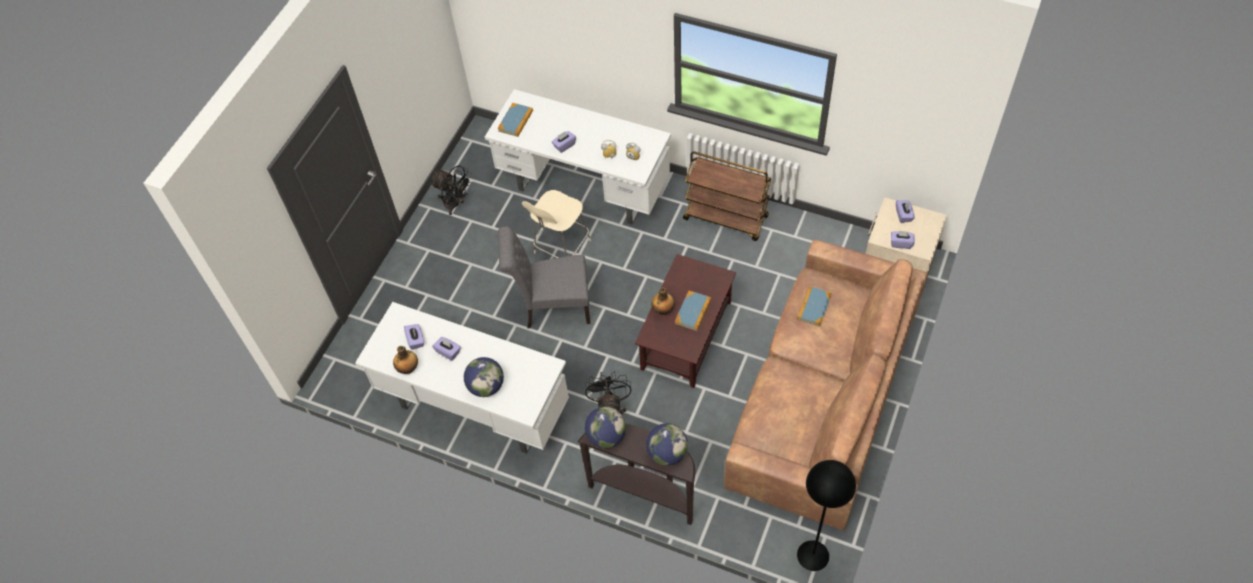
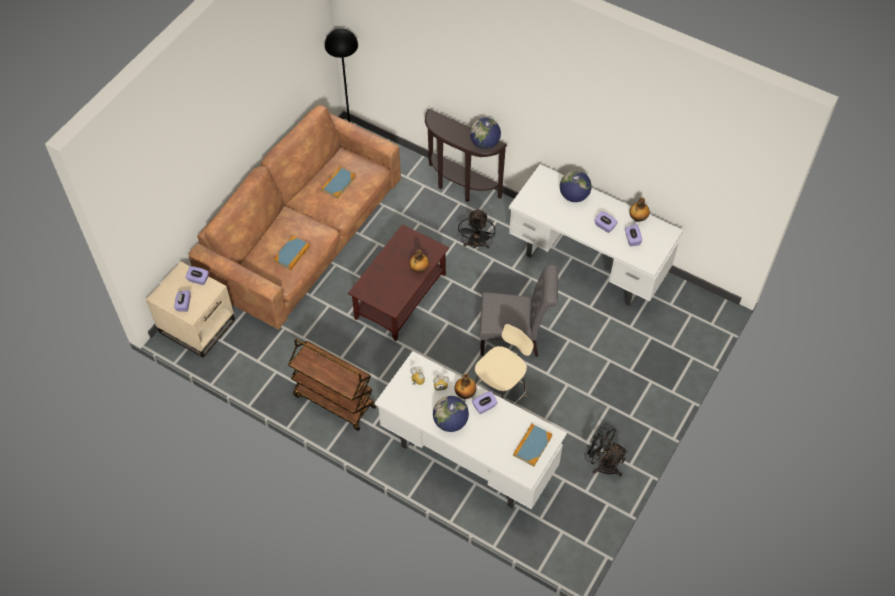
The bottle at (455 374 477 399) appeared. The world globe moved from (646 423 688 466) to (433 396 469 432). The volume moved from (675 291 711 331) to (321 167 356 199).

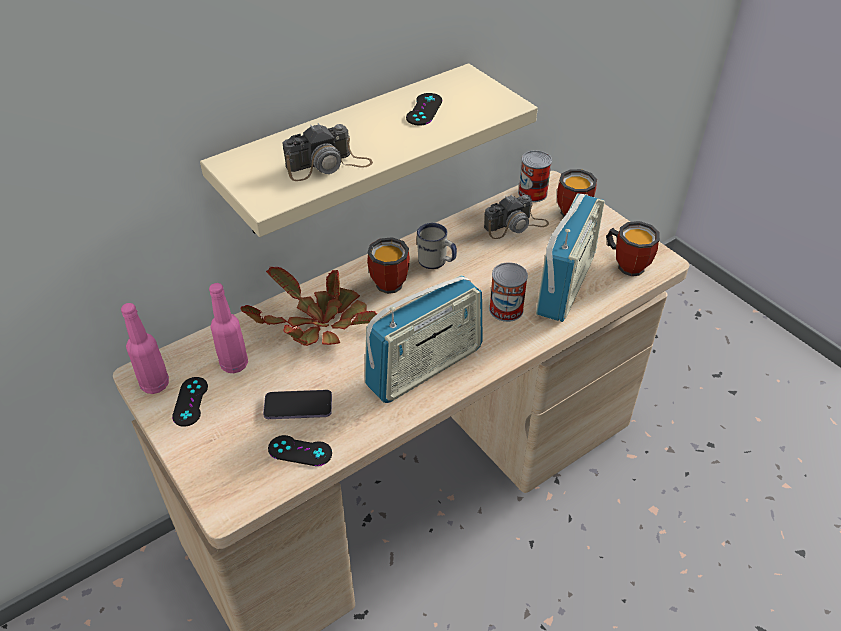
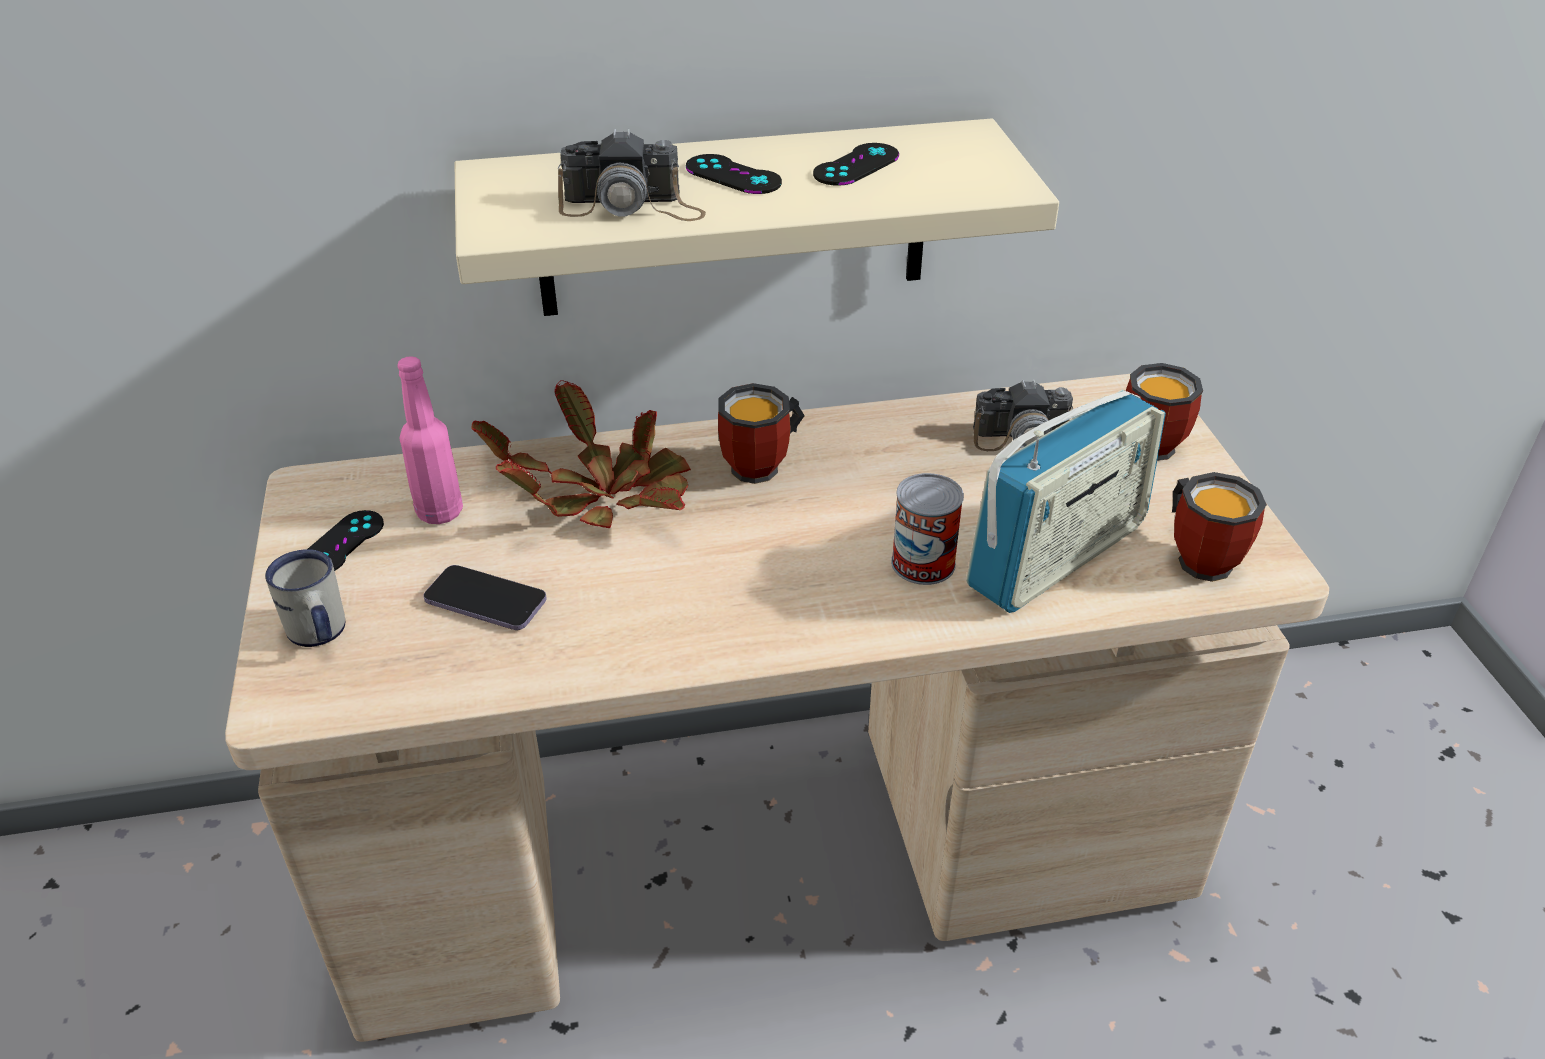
The pink bottle at (121 303 169 394) disappeared. The radio receiver at (365 275 483 403) disappeared. The metal can at (518 150 552 202) disappeared. The blackish gamepad moved from (268 435 332 466) to (686 154 782 194). The white-coloured mug moved from (417 223 457 269) to (265 549 345 647).

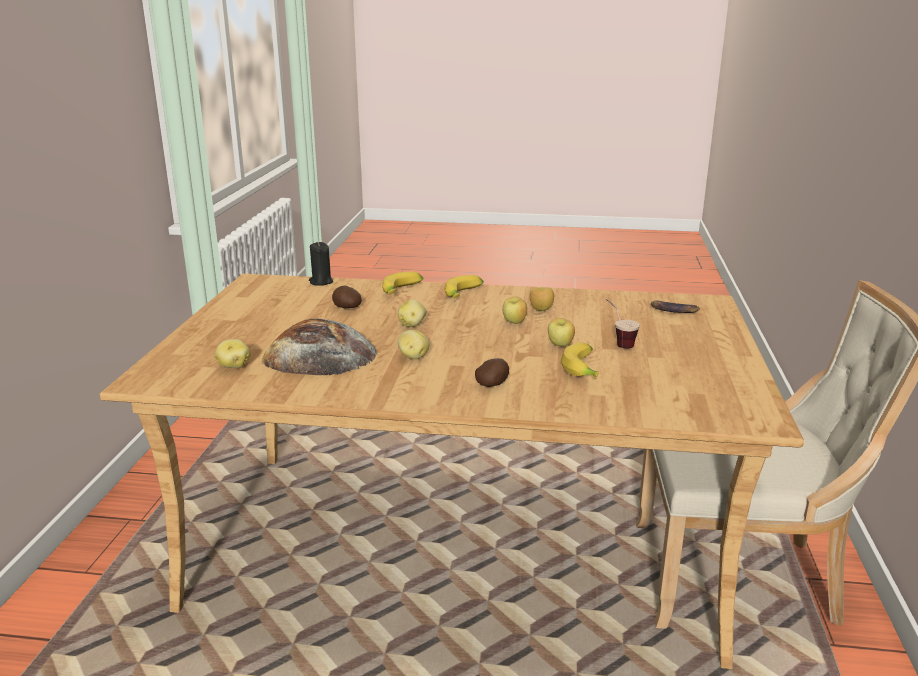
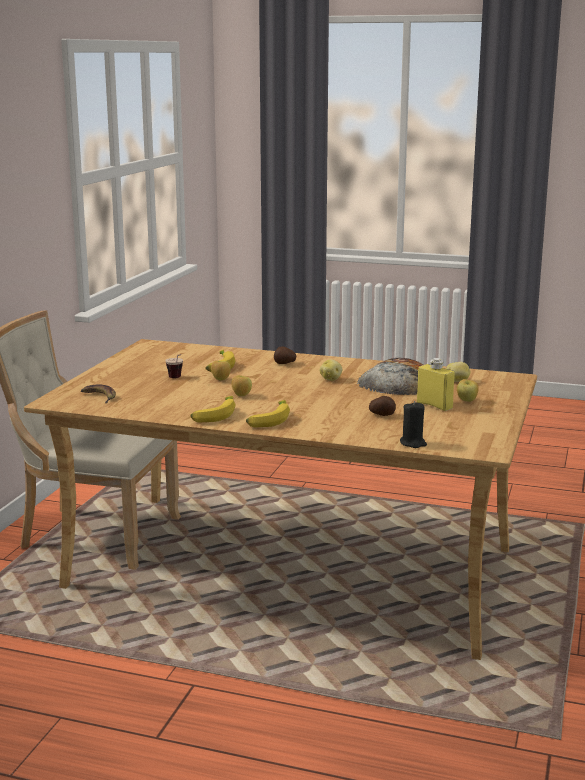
The whole potato at (398 300 426 327) disappeared. The yellow-coloured bottle at (417 358 455 411) appeared. The banana moved from (382 271 423 294) to (190 396 236 422). The apple moved from (530 287 554 311) to (457 379 479 402).

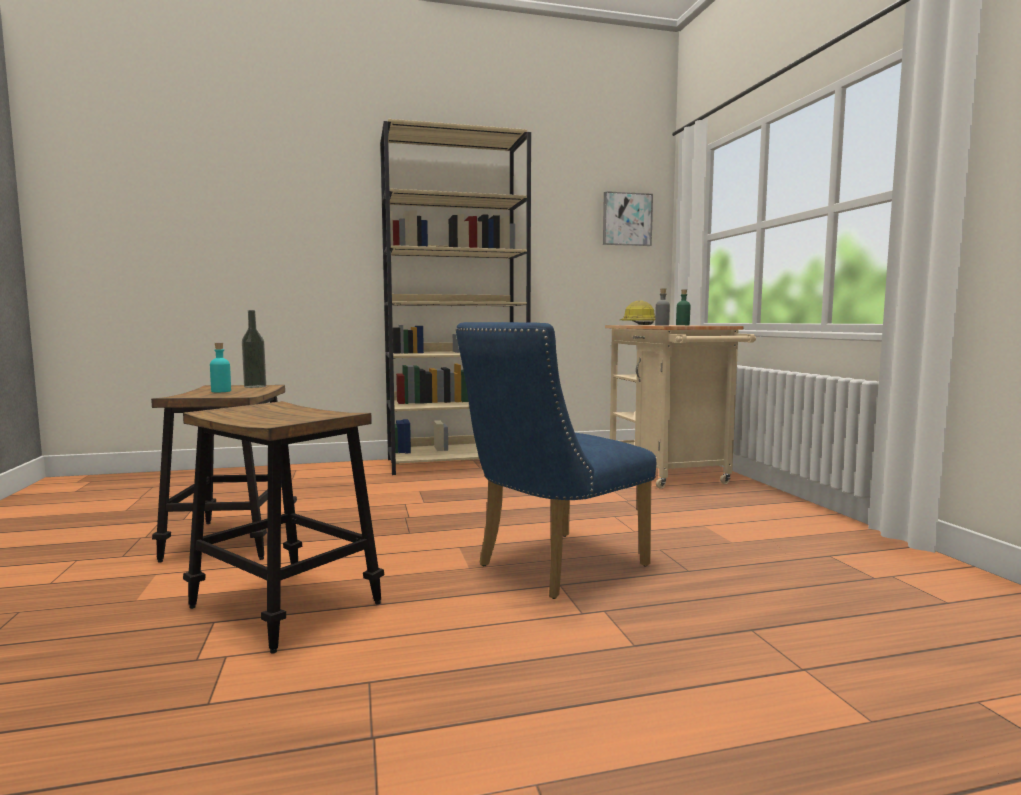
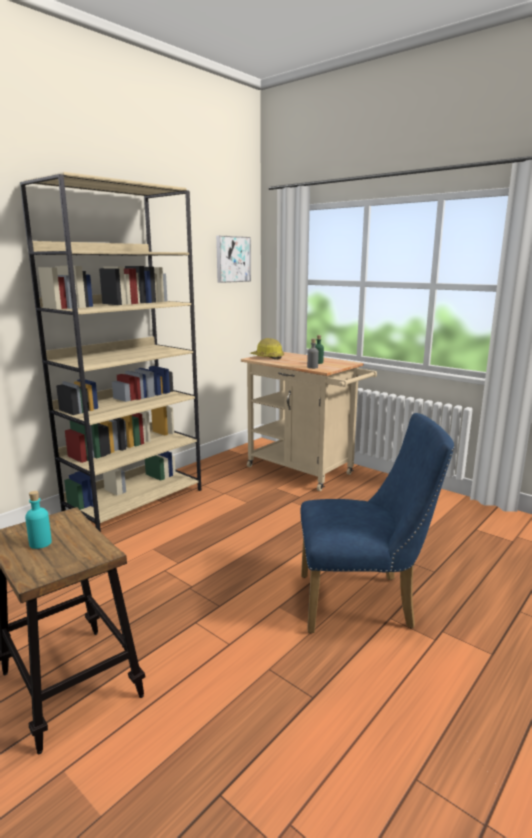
The stool seat at (183 401 384 654) disappeared. The bottle at (242 310 266 388) disappeared. The blue-coloured chair at (455 322 656 599) turned 105 degrees counterclockwise.

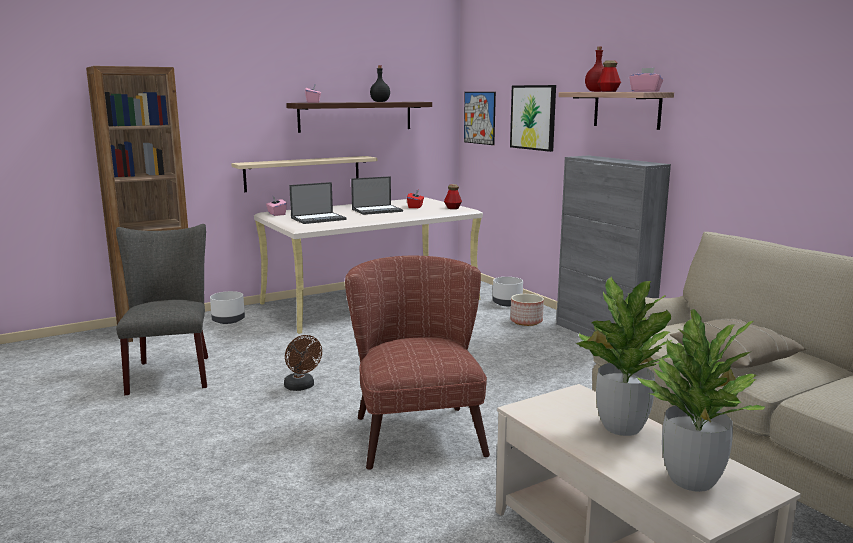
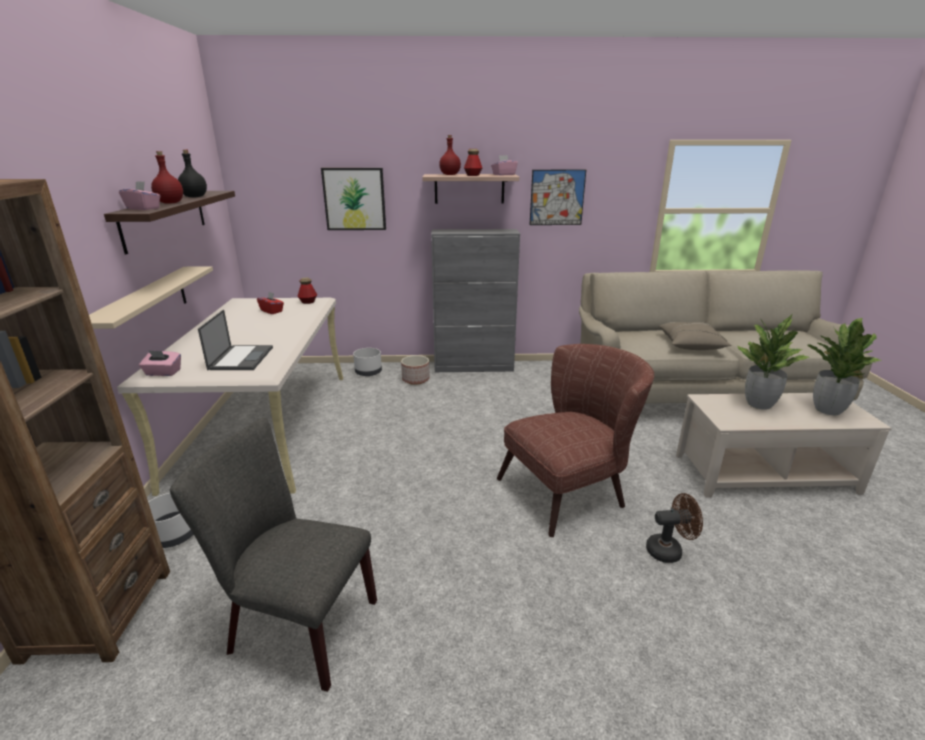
The portable computer at (351 176 403 215) disappeared. The red-coloured bottle at (151 151 183 204) appeared. The brown-coloured electric fan moved from (284 335 322 391) to (646 493 703 563). The picture moved from (464 92 496 145) to (529 170 586 225). The brown-coloured lounge chair at (345 256 490 470) turned 135 degrees clockwise.

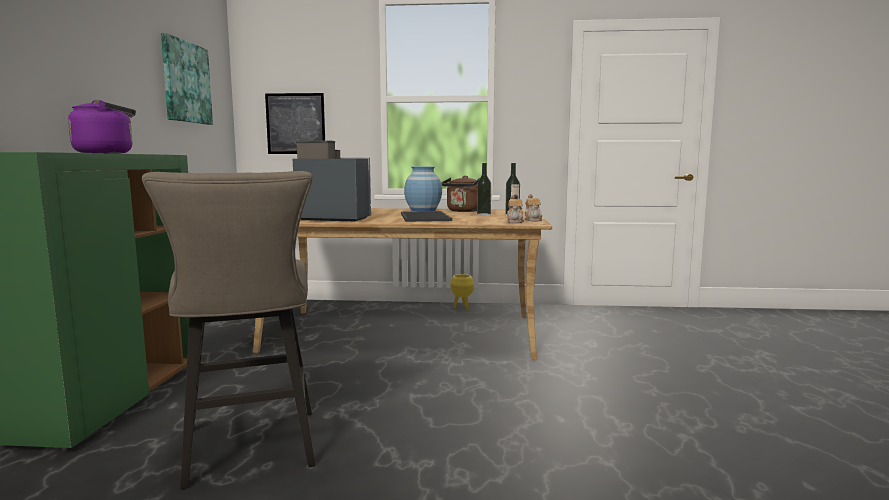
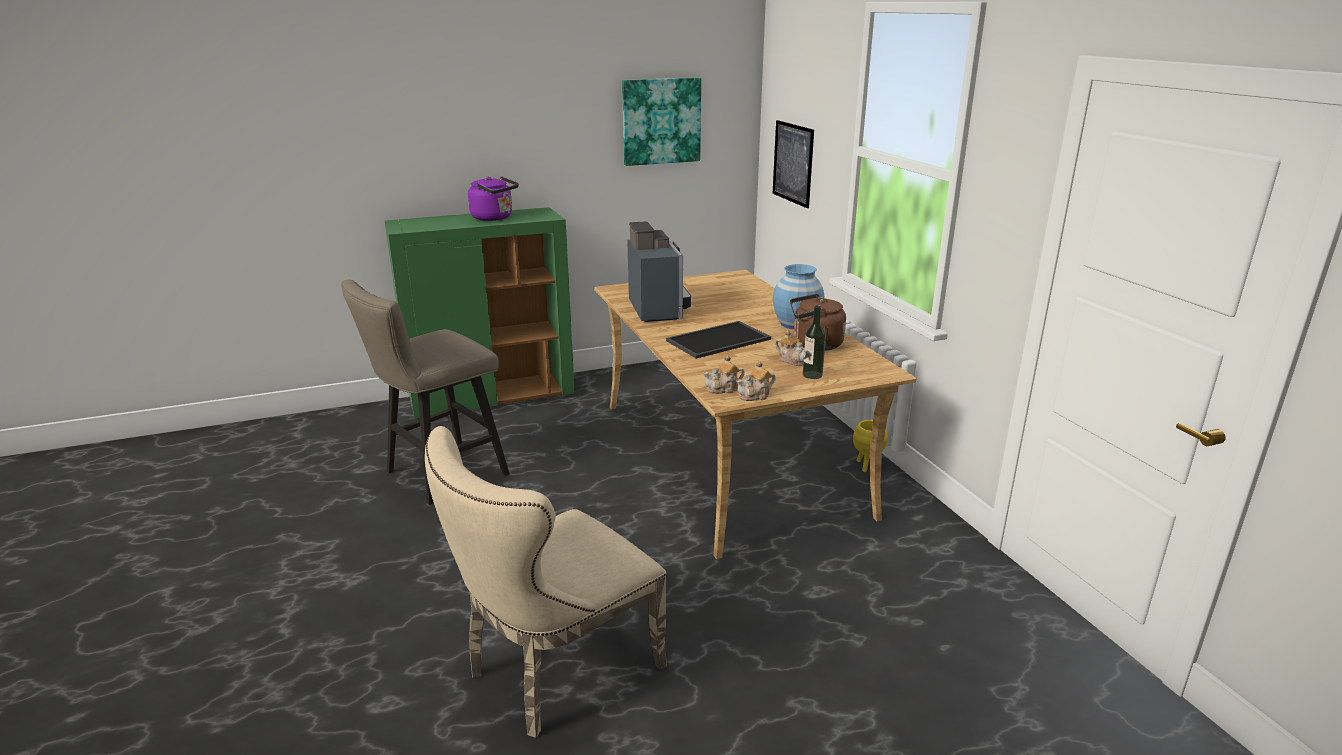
The beige chair at (425 426 667 738) appeared. The bottle at (477 163 491 215) was replaced by the pot for tea at (775 330 804 366).

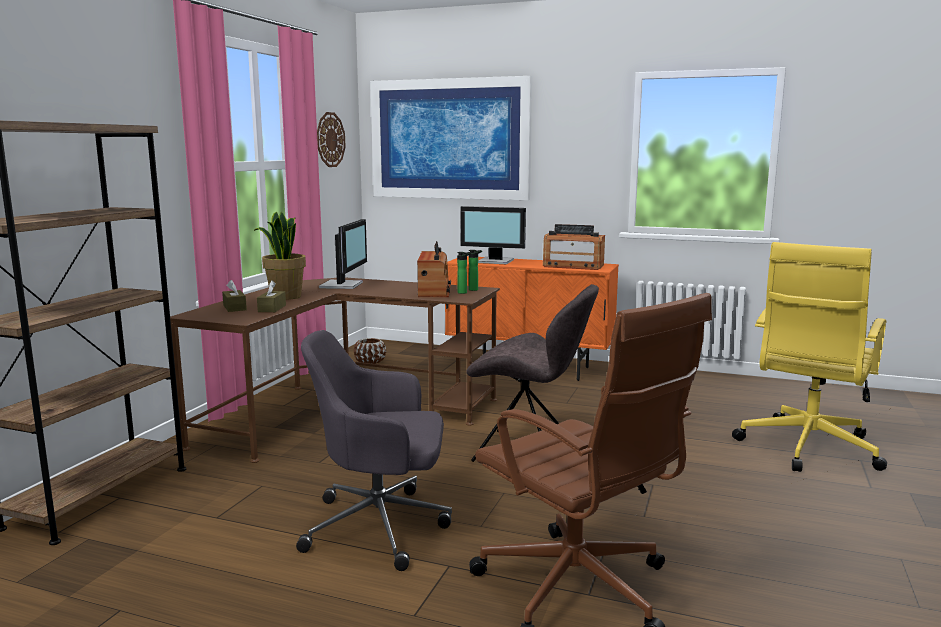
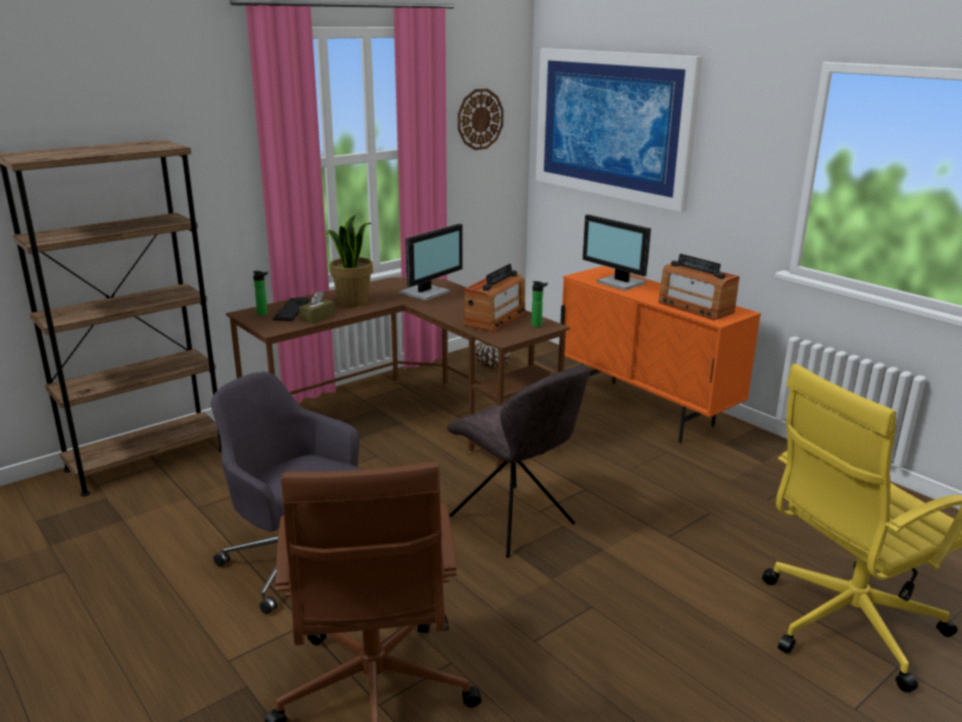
The bottle moved from (457 252 471 294) to (253 271 268 316). The brown-coloured tissue holder at (222 280 247 312) was replaced by the computer keyboard at (273 297 309 321).

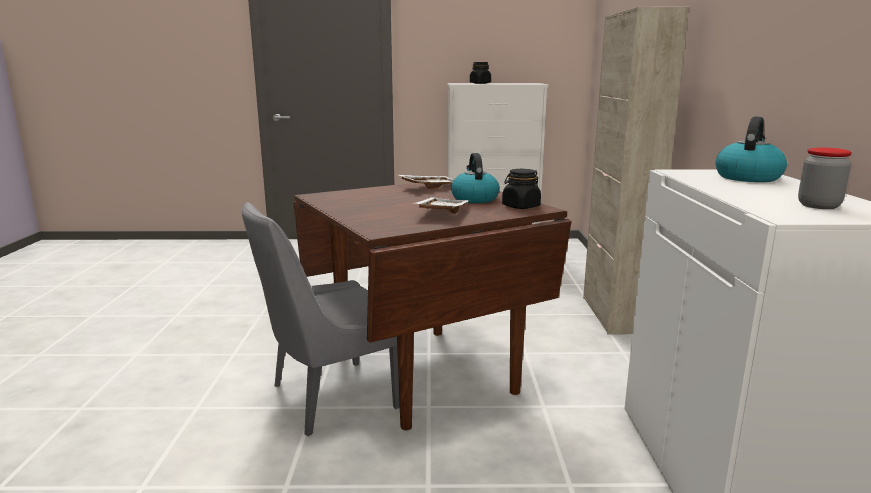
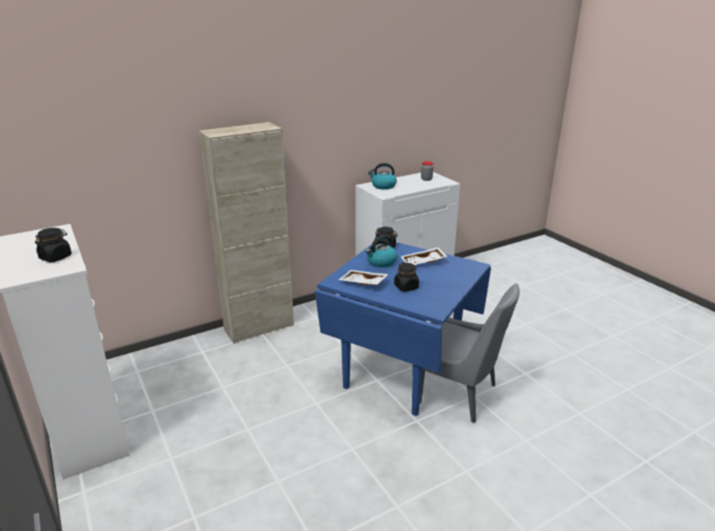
The blackish jar at (394 262 419 292) appeared. The brown-coloured dining table at (293 183 572 430) became the blue-coloured dining table at (315 242 491 416).

